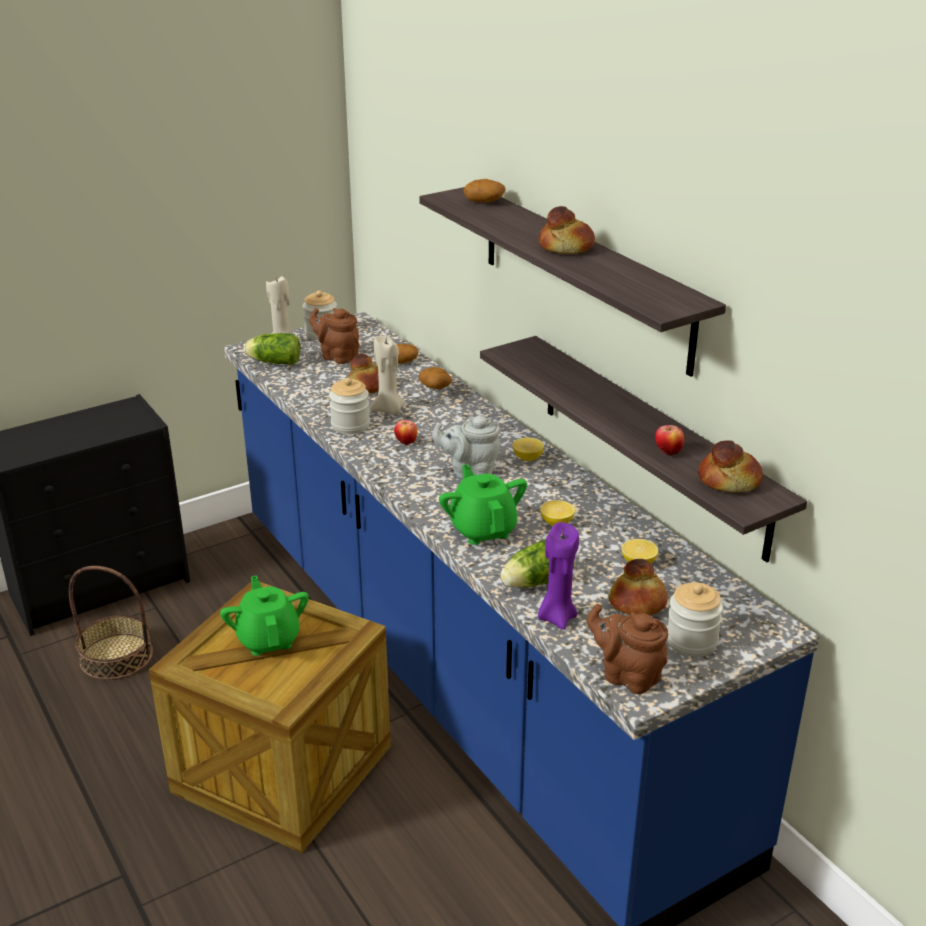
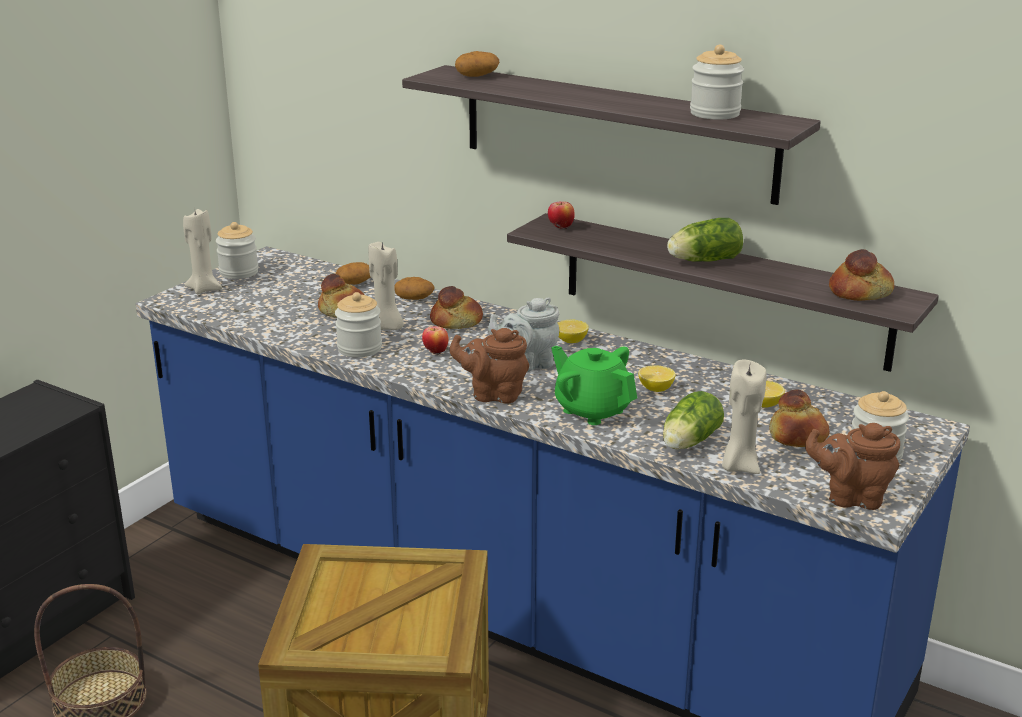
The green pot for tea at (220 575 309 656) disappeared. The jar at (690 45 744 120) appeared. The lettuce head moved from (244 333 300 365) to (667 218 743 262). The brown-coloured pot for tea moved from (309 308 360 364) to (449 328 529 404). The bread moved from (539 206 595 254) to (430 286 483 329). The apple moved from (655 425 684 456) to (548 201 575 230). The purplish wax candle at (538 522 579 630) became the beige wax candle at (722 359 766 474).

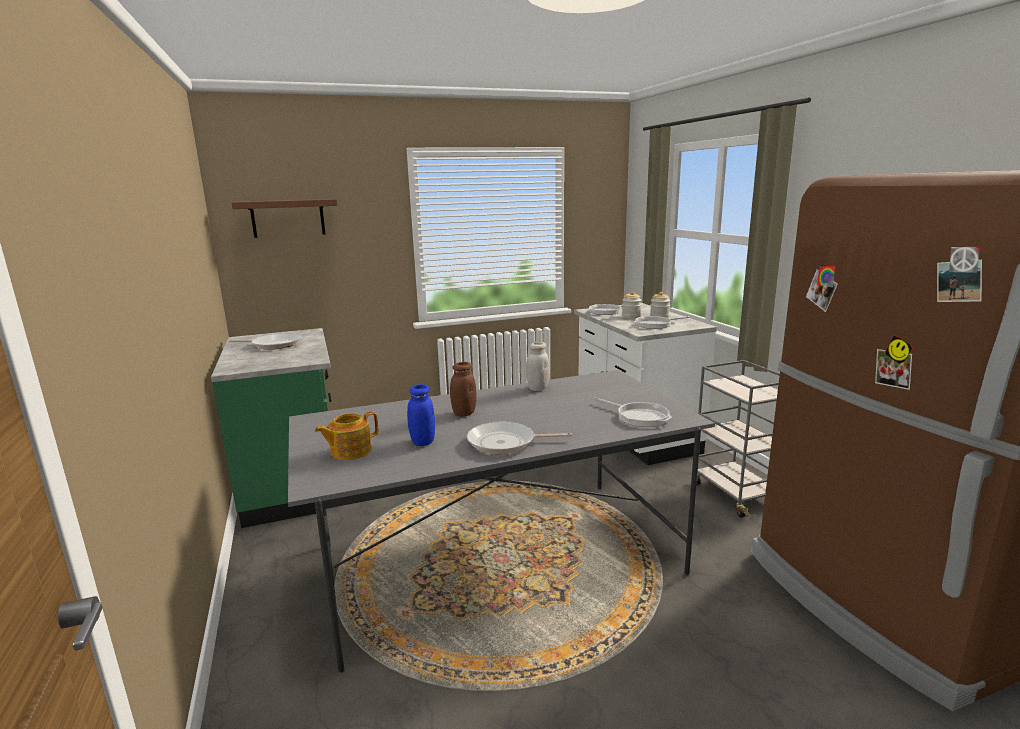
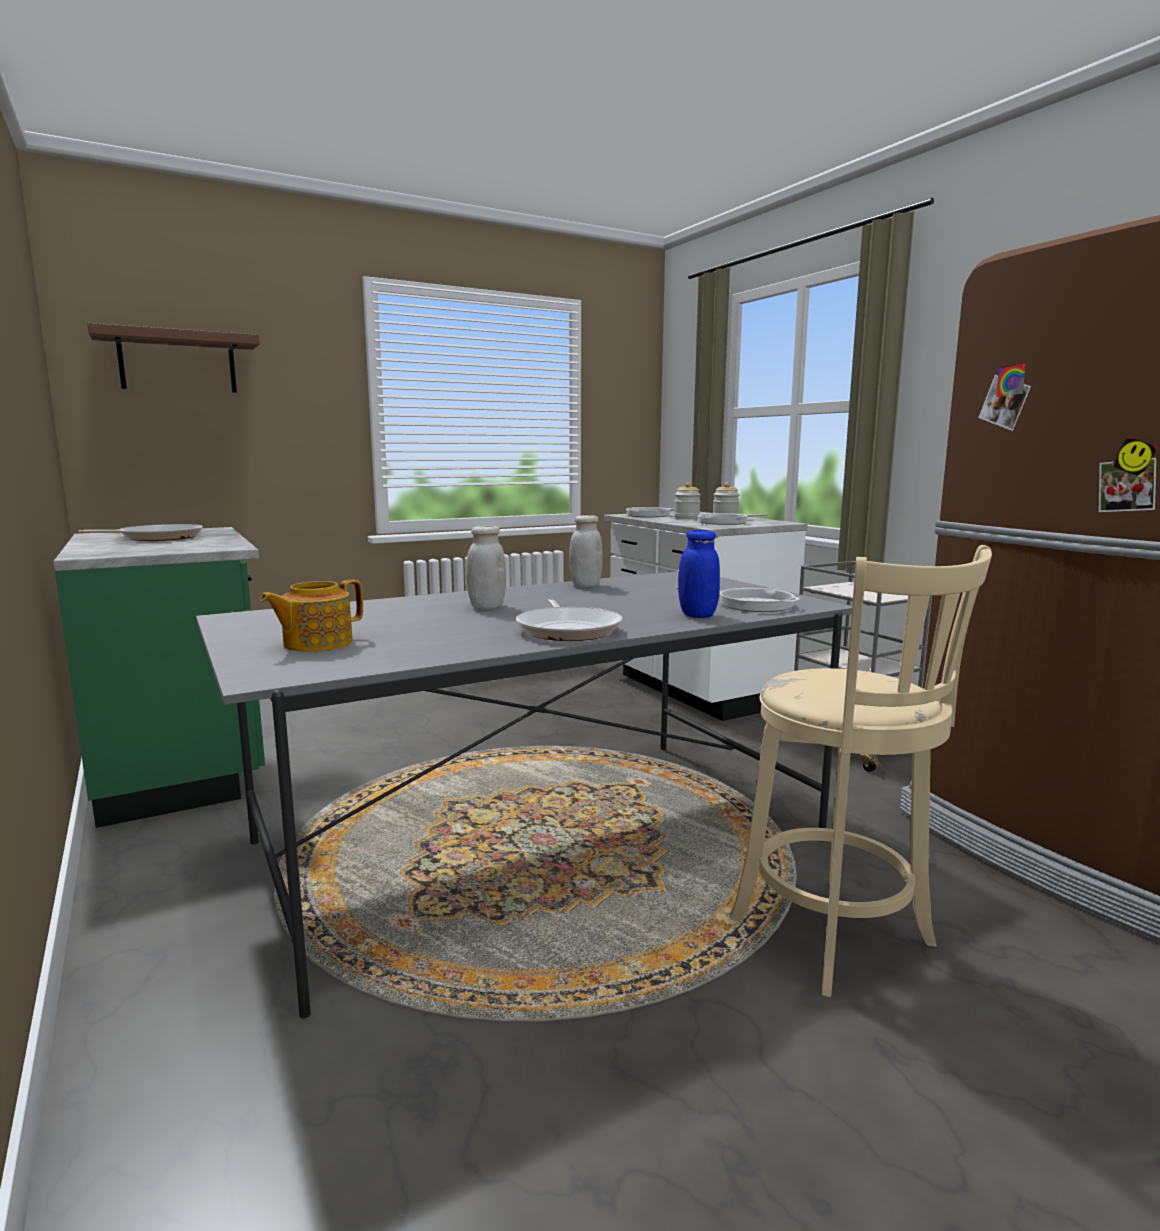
The beige stool seat at (729 545 992 998) appeared. The blue-coloured jar moved from (407 384 435 446) to (678 530 720 618). The brown-coloured jar at (450 362 477 416) became the white-coloured jar at (466 525 506 609). The frying pan at (467 421 572 454) turned 90 degrees counterclockwise.

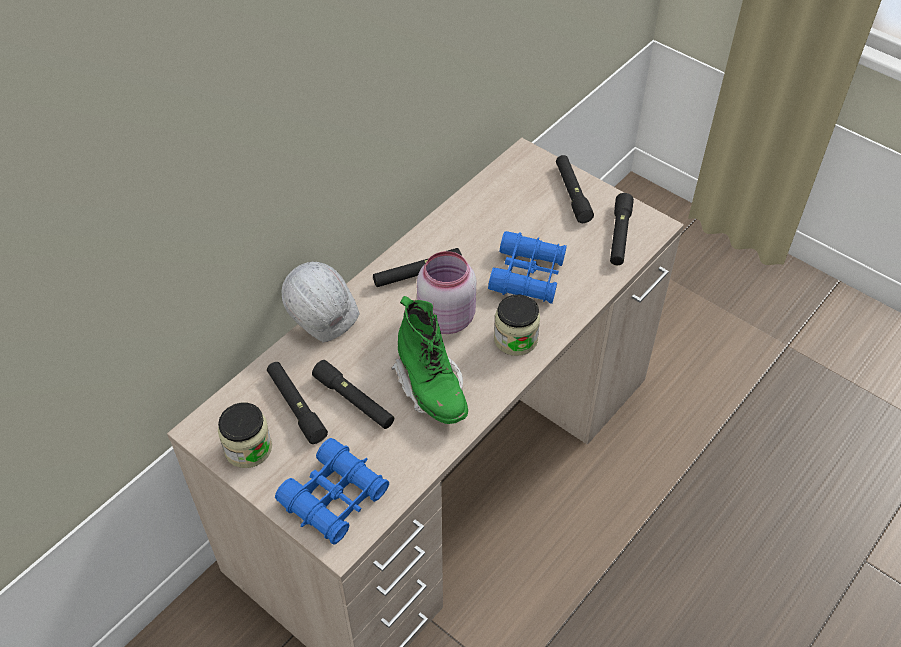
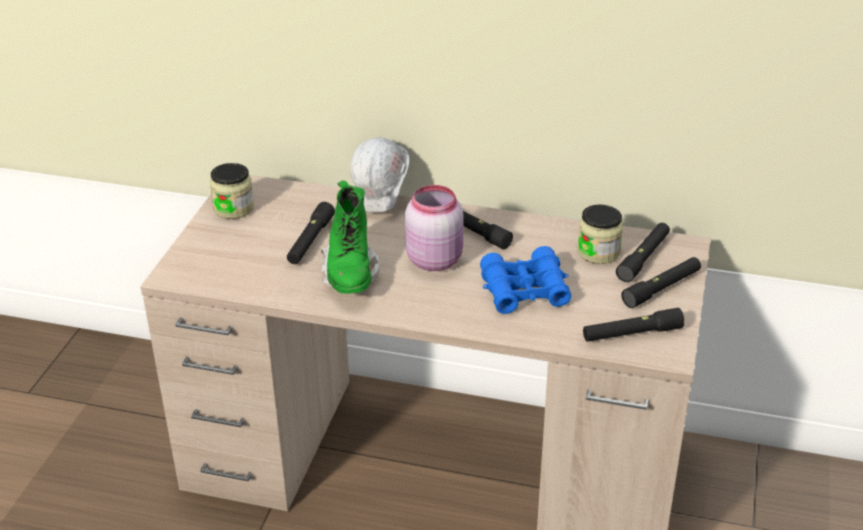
The blue-coloured pair of binoculars at (275 438 389 545) disappeared. The blackish flashlight moved from (267 362 328 444) to (616 223 670 282). The jar moved from (494 295 540 356) to (577 204 623 264). The green tall boot at (391 296 468 424) turned 45 degrees counterclockwise.

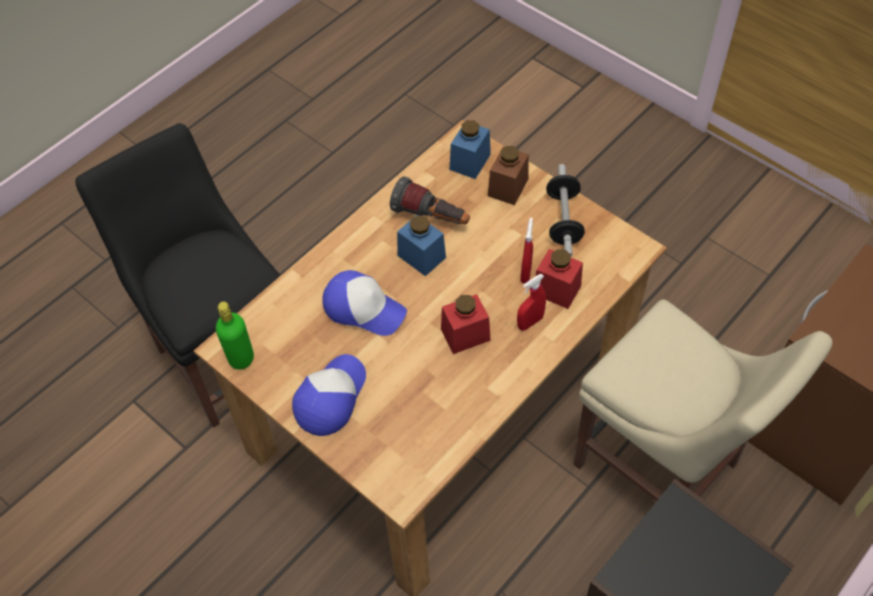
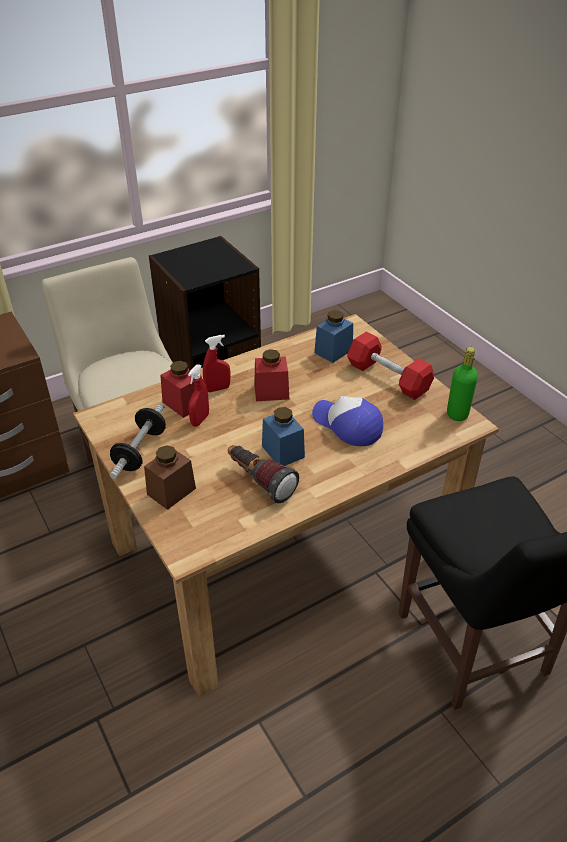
The blue-coloured jar moved from (450 120 491 179) to (314 310 353 363). The cap at (292 354 366 436) was replaced by the red-coloured hand weight at (347 331 434 400).

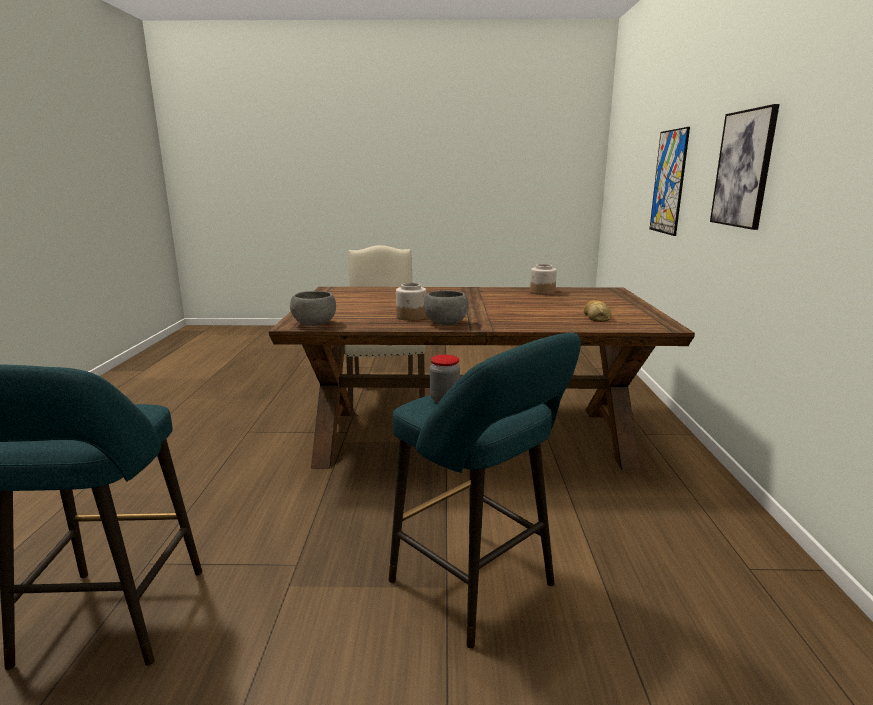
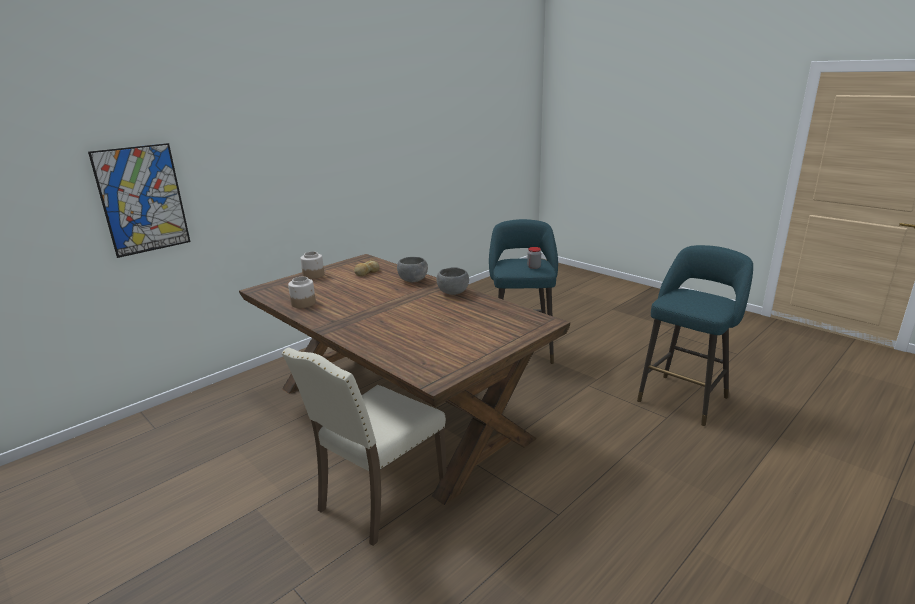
The picture at (710 104 780 230) disappeared. The gray bowl moved from (290 291 336 326) to (397 257 428 282). The jar moved from (396 283 426 321) to (300 252 324 279).

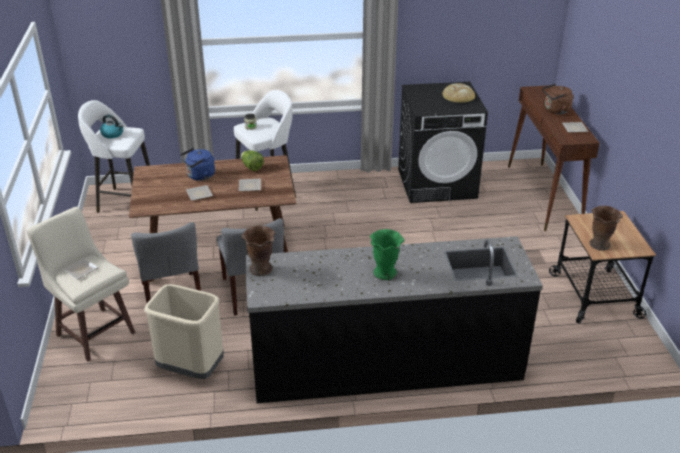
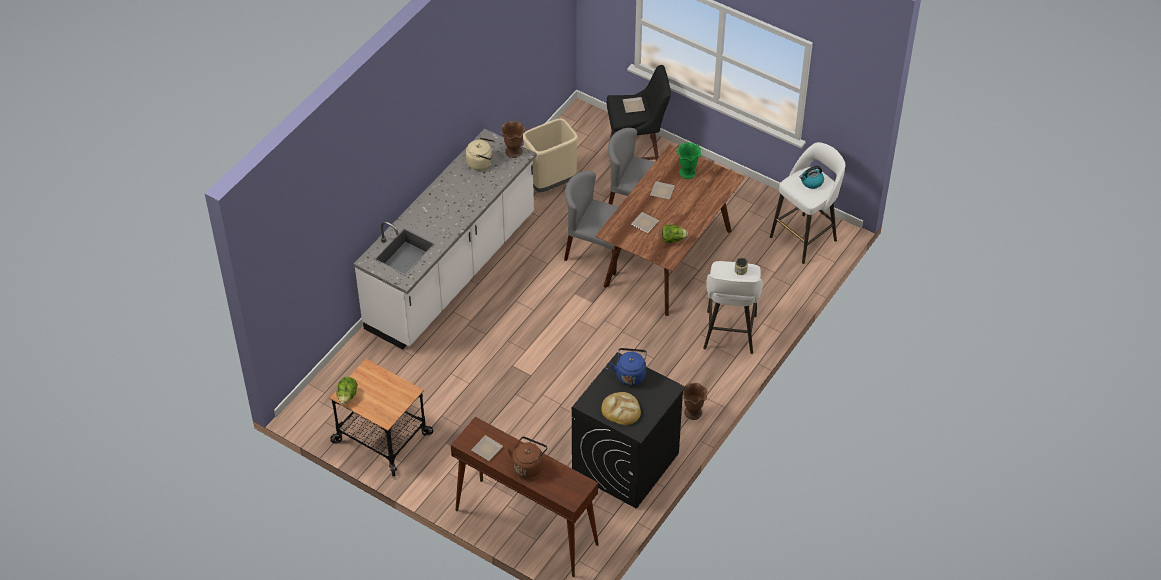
The lettuce head at (336 377 358 405) appeared. The beige water kettle at (465 137 495 170) appeared. The blue-coloured water kettle moved from (180 148 215 181) to (610 348 647 386). The green decorative vase moved from (370 229 405 280) to (676 142 701 179). The brown-coloured decorative vase moved from (589 206 623 251) to (683 383 708 420). The beige stool seat at (27 207 135 361) became the blackish stool seat at (607 65 671 160). The blackish kitchen counter at (245 236 543 403) became the white-coloured kitchen counter at (354 129 537 349).

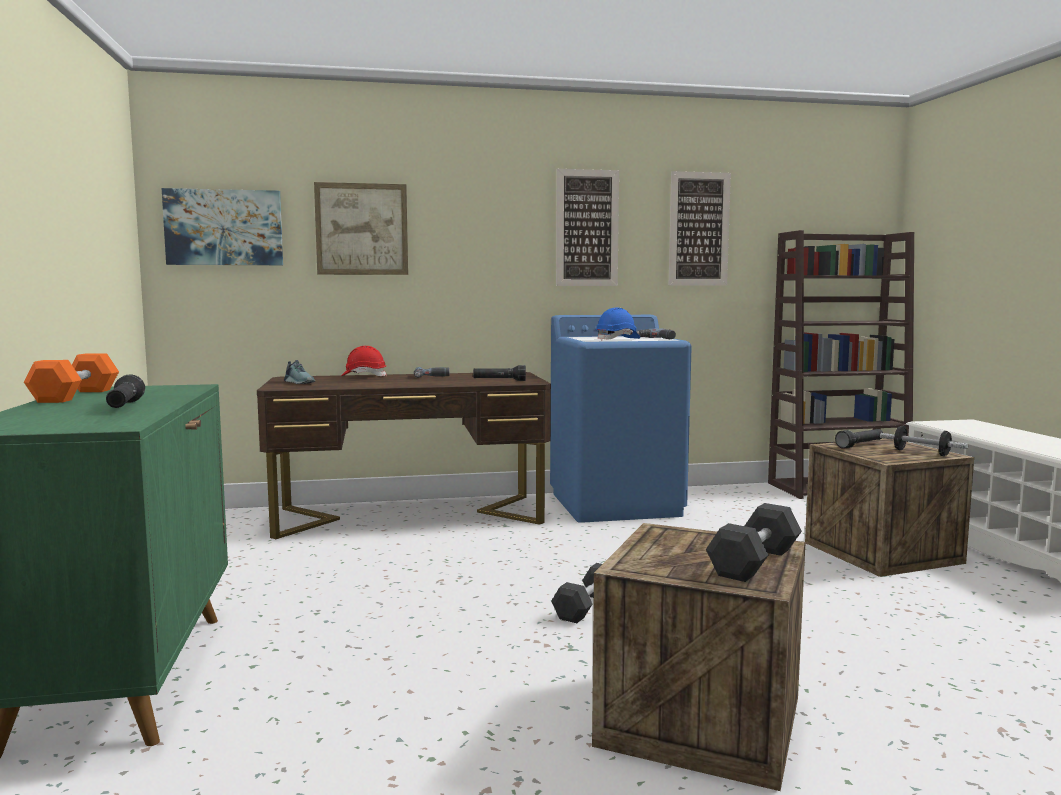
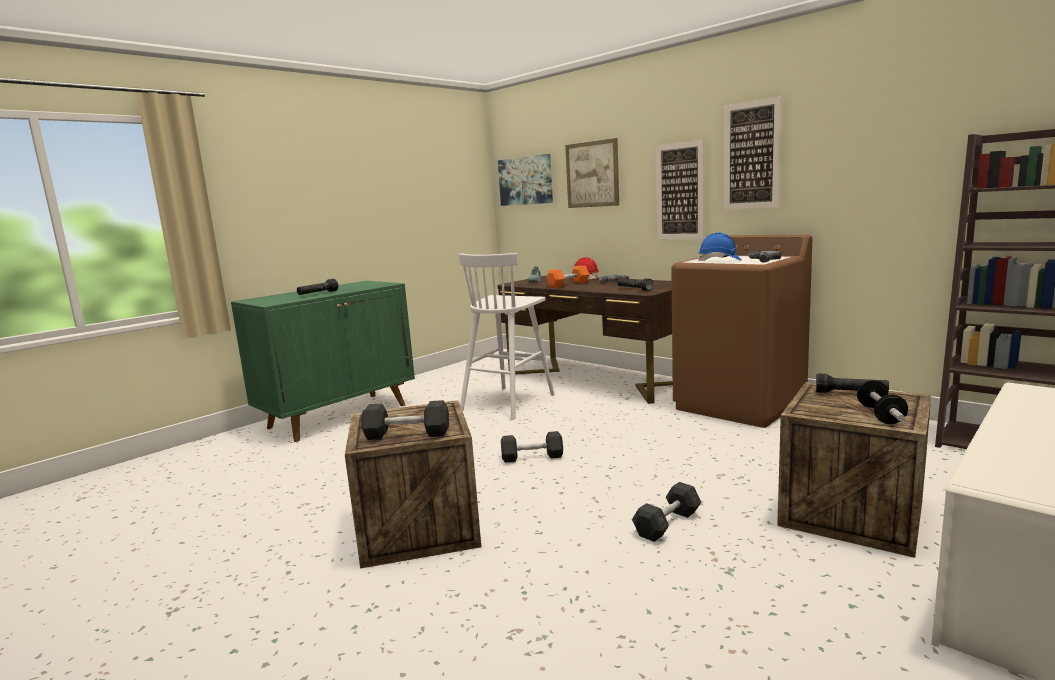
The white-coloured stool seat at (459 253 555 420) appeared. The gray hand weight at (632 482 701 542) appeared. The orangey hand weight moved from (24 353 119 403) to (547 265 590 288). The picture moved from (669 171 731 285) to (656 140 704 239). The blue-coloured washing machine at (550 315 692 523) became the brown-coloured washing machine at (671 235 812 428).

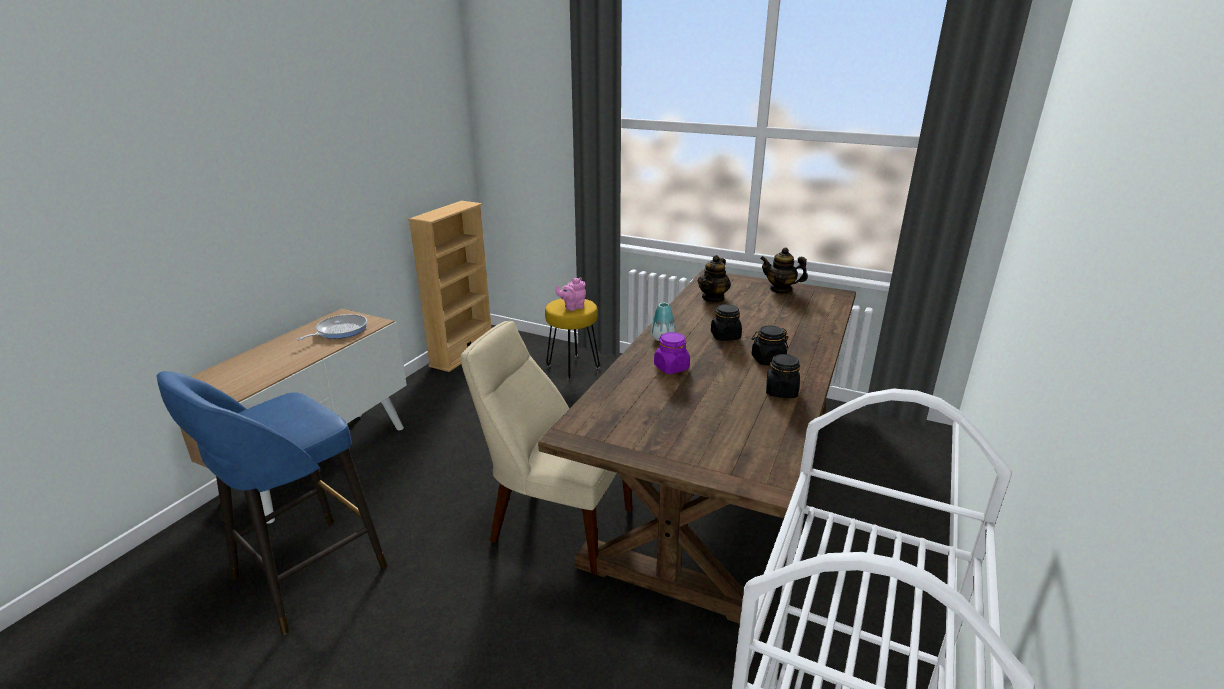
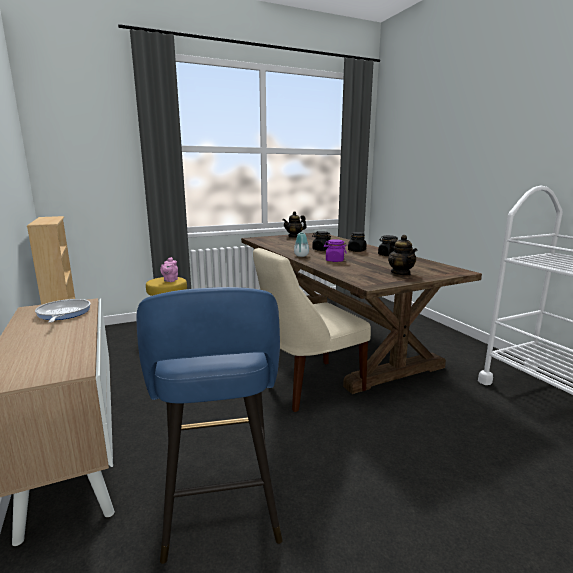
The pot for tea moved from (698 255 731 303) to (388 235 417 275).

